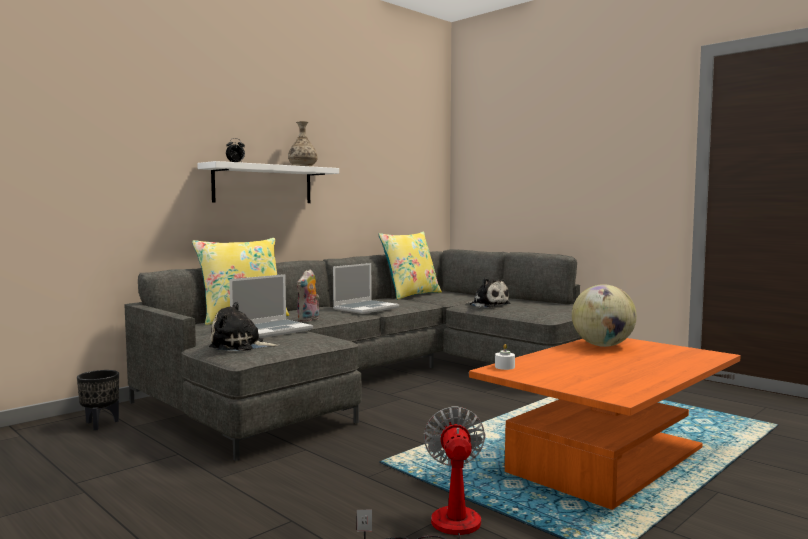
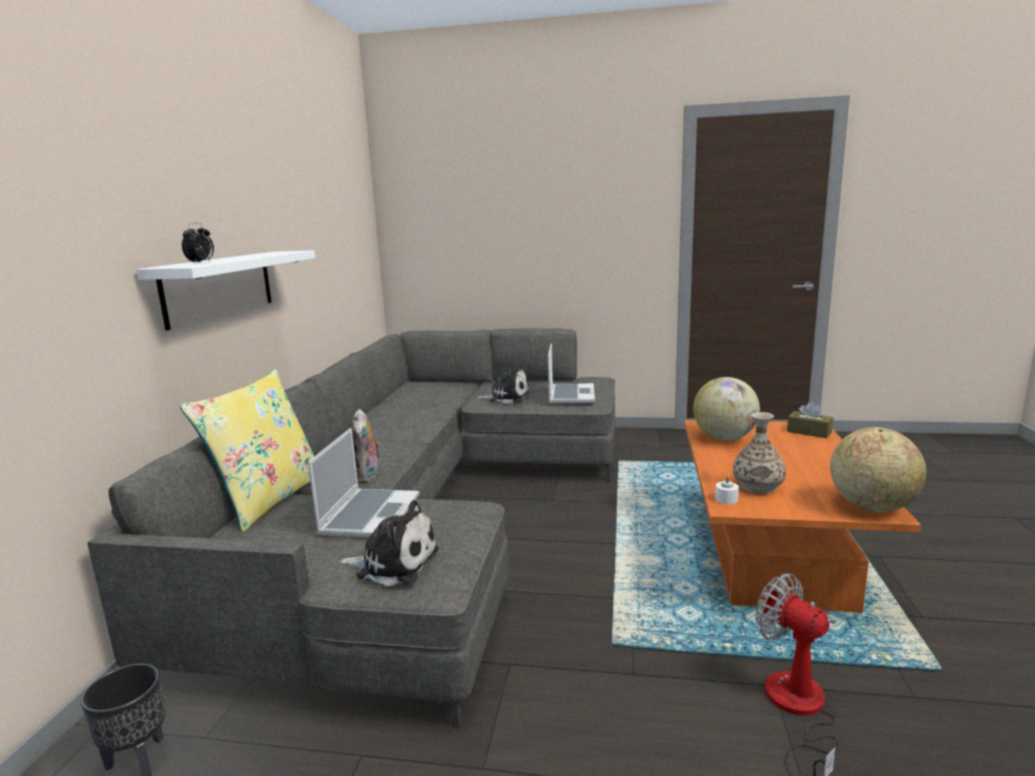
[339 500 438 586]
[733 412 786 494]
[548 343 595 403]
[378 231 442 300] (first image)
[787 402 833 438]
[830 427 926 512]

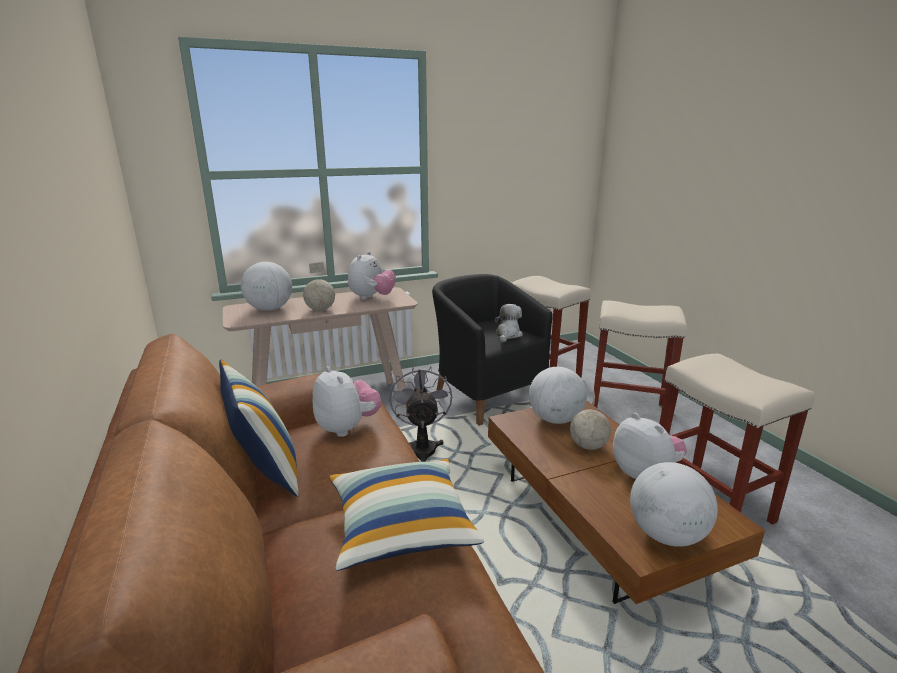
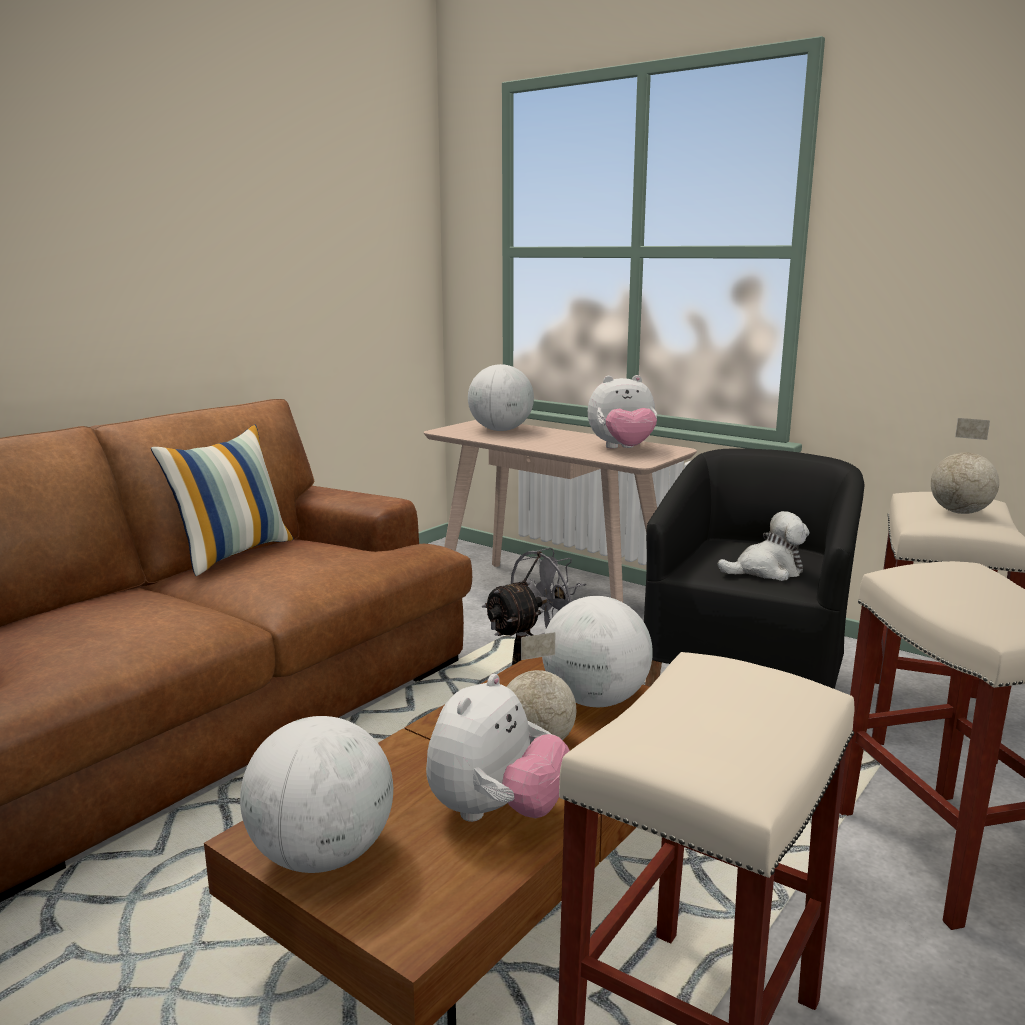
[931 418 999 514]
[313 366 381 437] (first image)
[329 458 484 571] (first image)

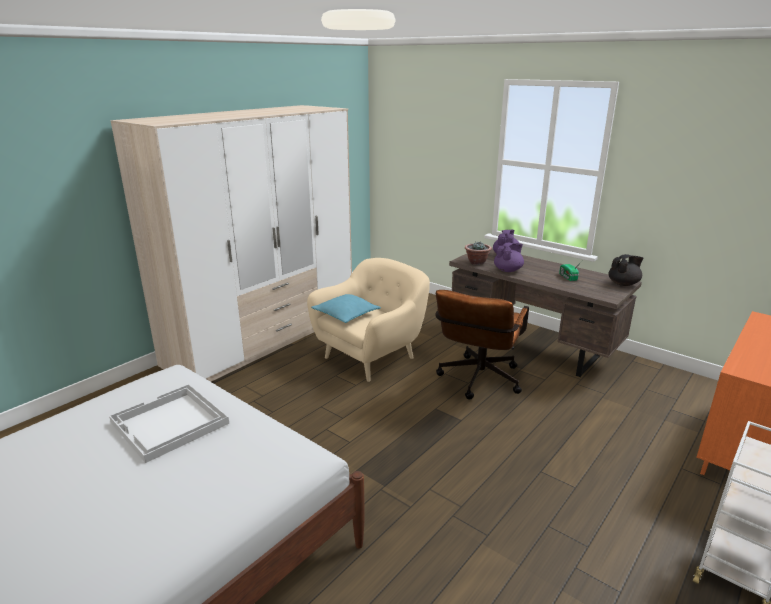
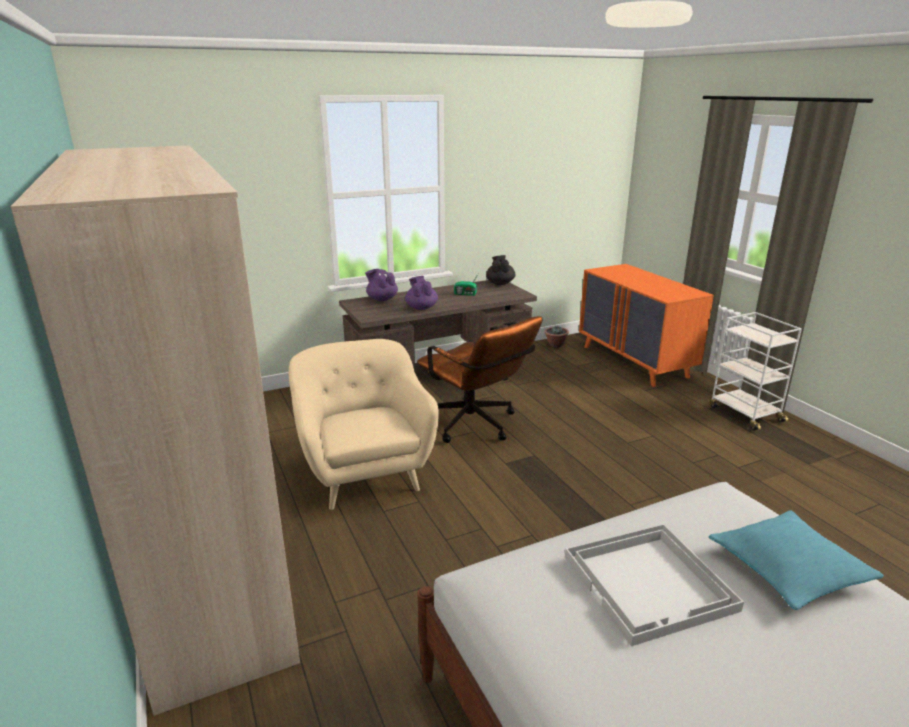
[709 510 884 610]
[544 326 569 348]

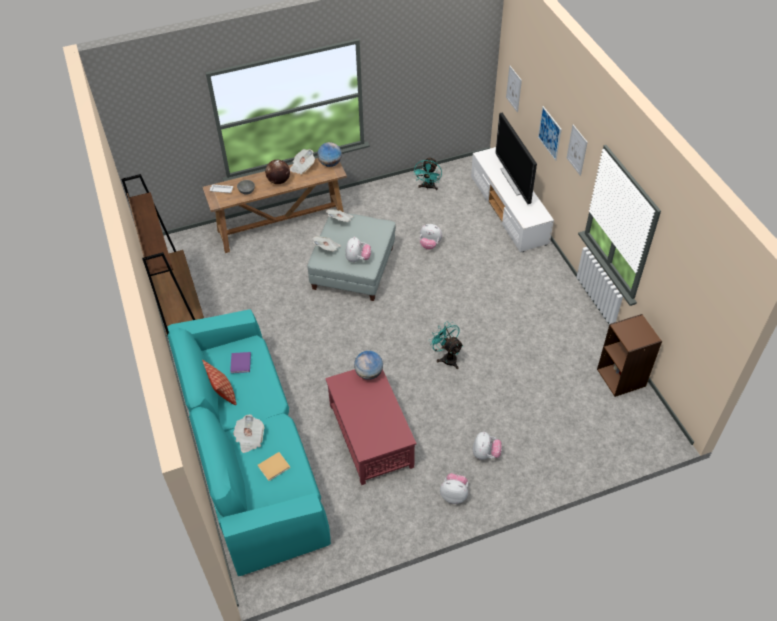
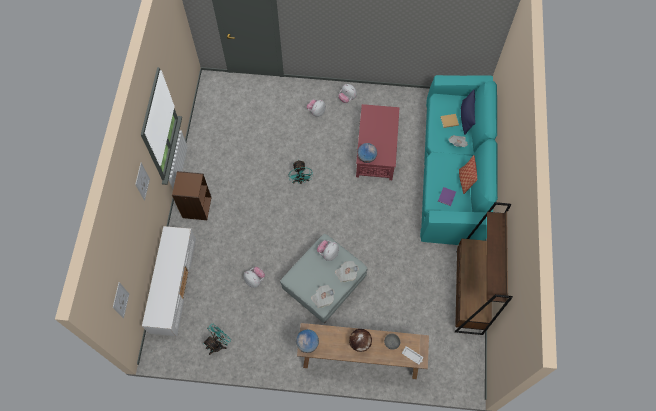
[290 149 315 175] (first image)
[496 113 537 205] (first image)
[538 106 562 161] (first image)
[172 171 212 220]
[461 89 475 134]

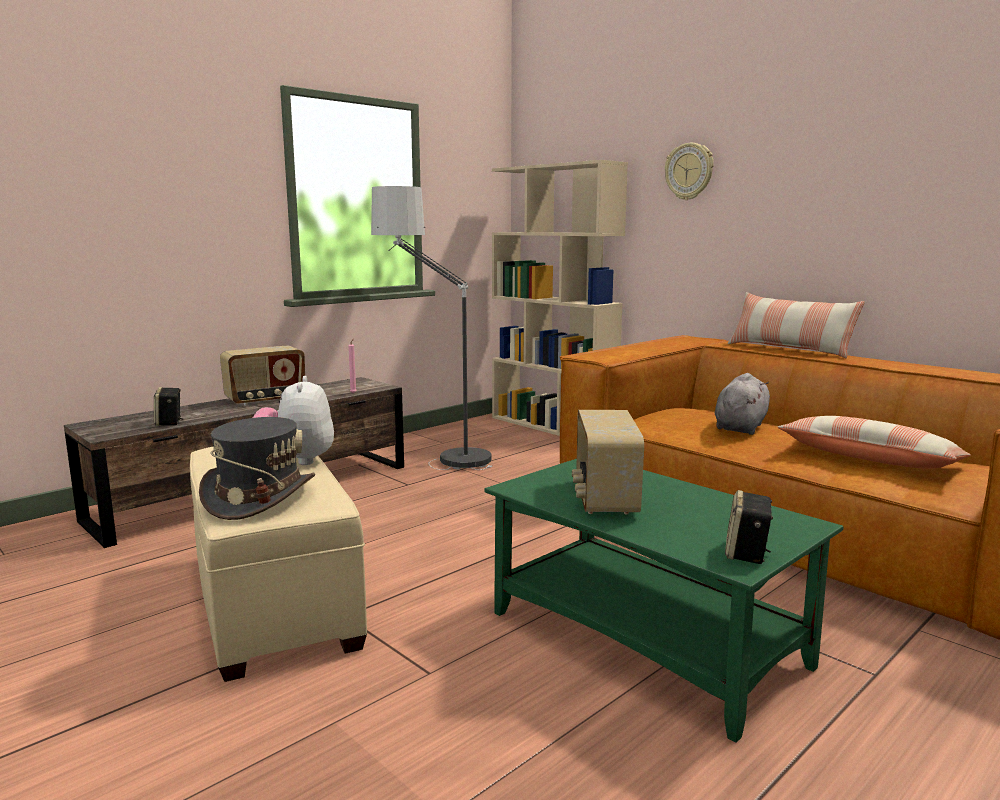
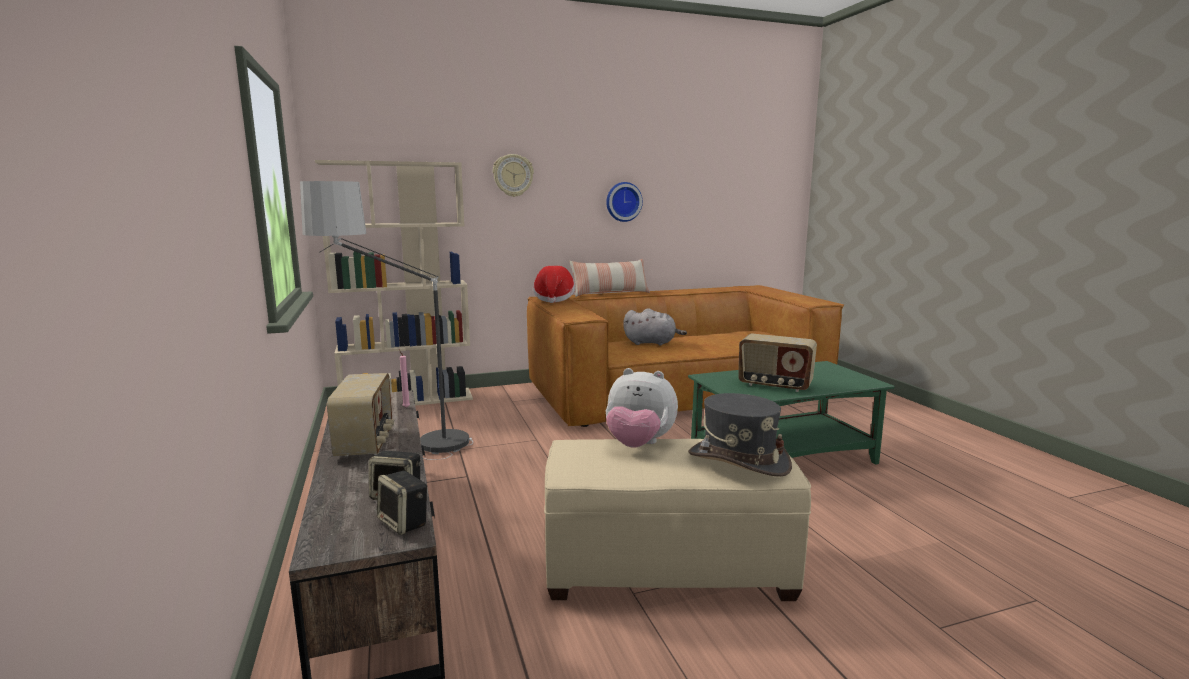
[623 308 687 346]
[377 471 427 535]
[777 416 971 469] (first image)
[533 266 575 303]
[606 182 643 222]

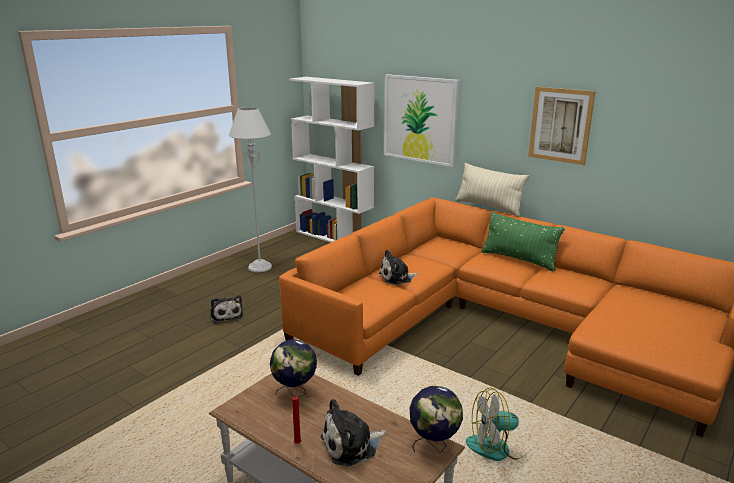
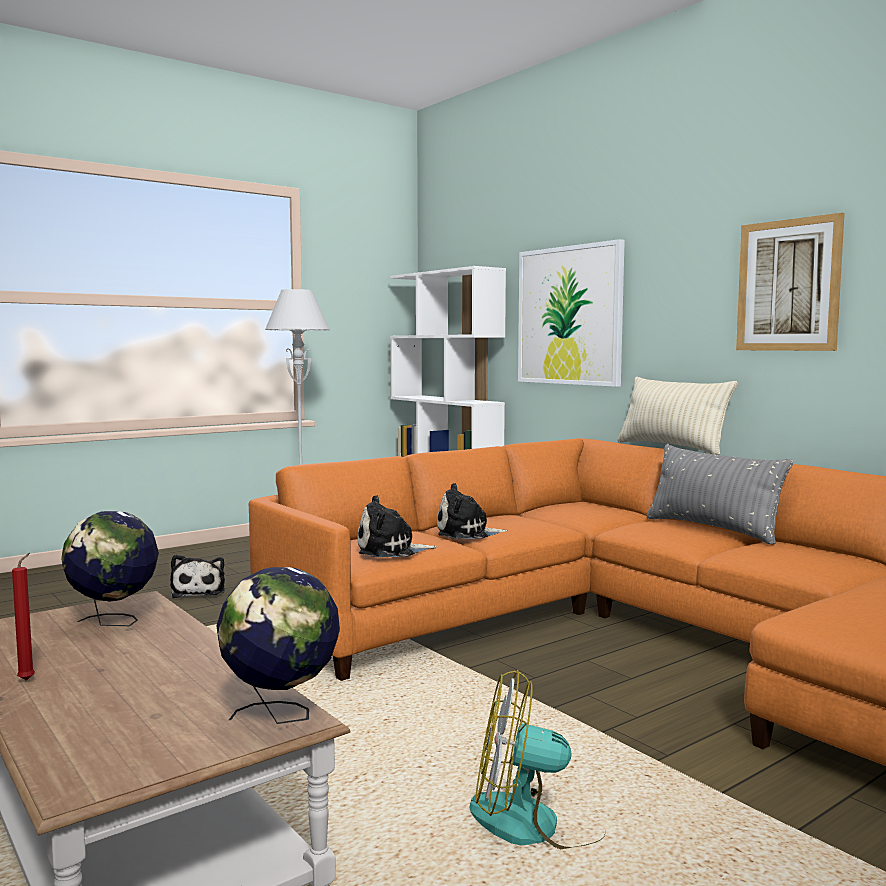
[358 495 437 557]
[647 444 793 545]

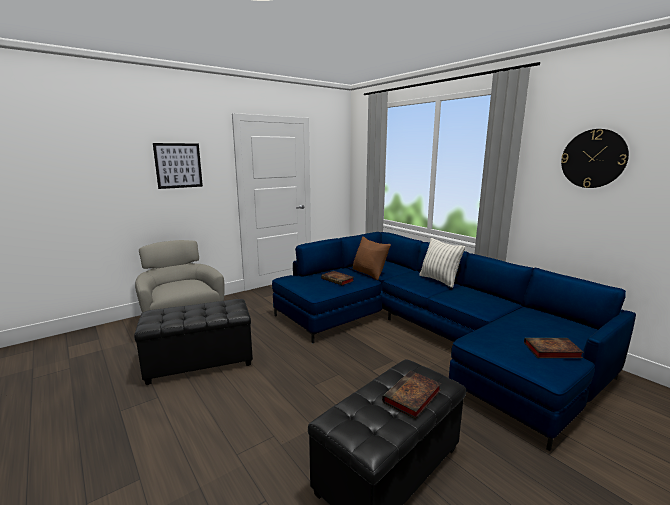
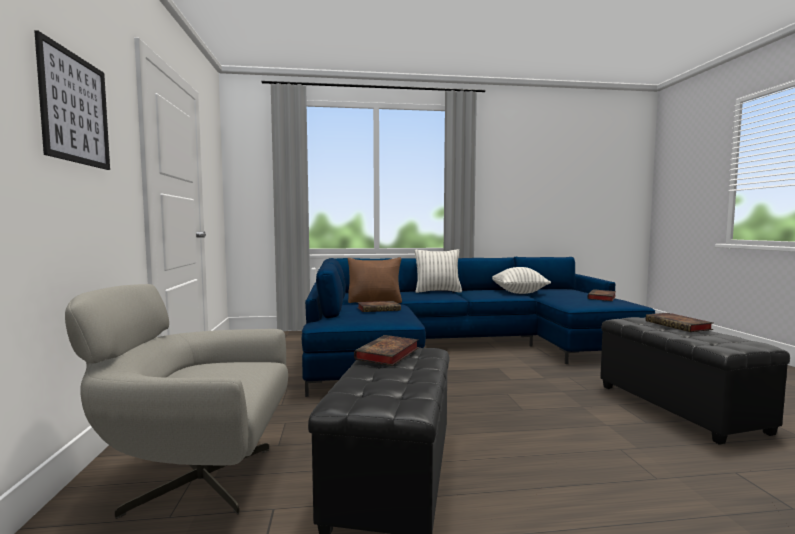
[561 129 629 188] (first image)
[354 335 419 366]
[492 267 551 294]

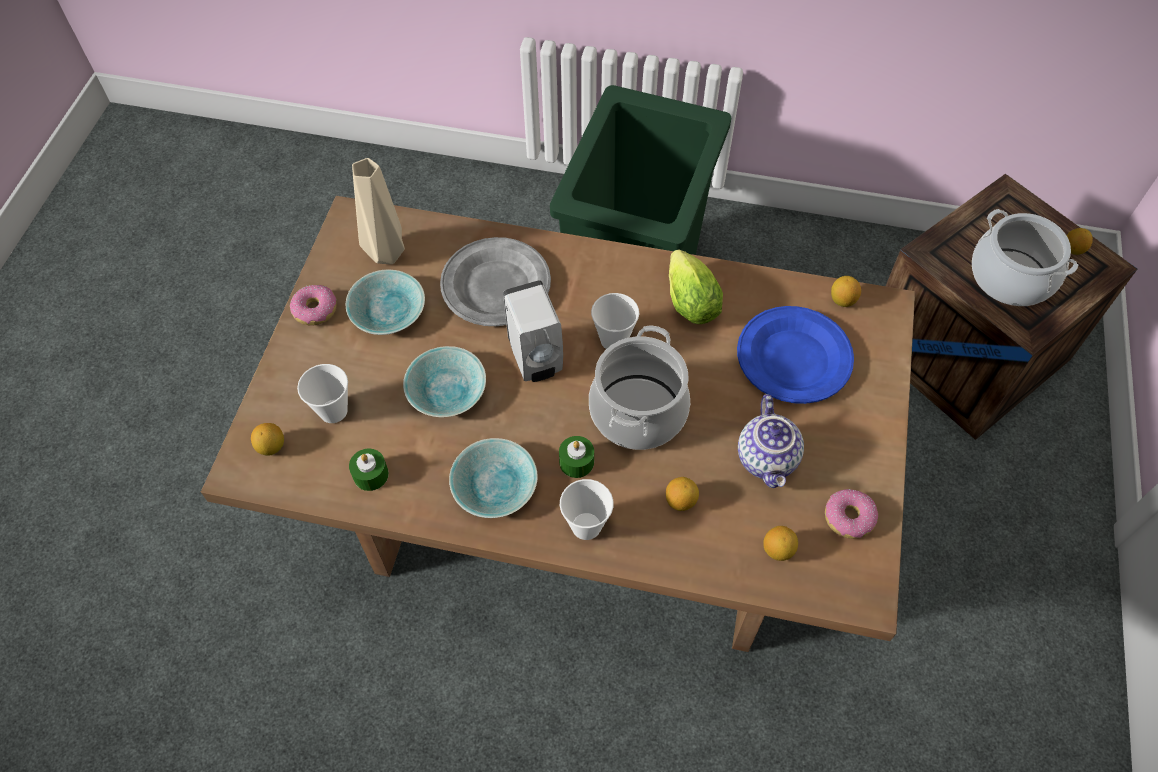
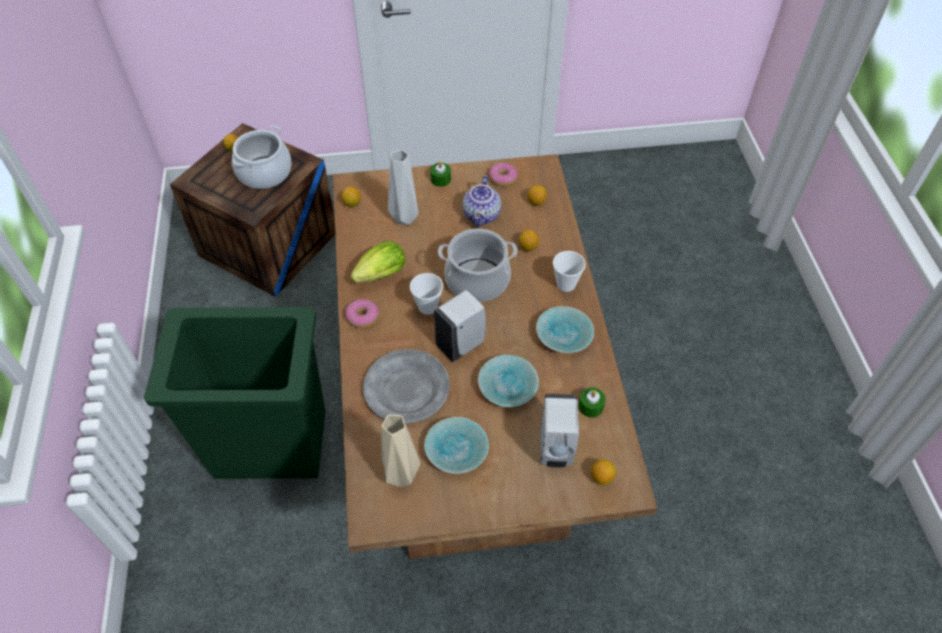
[345 299 379 328]
[540 394 579 467]
[430 161 451 187]
[388 149 419 225]
[462 175 501 227]

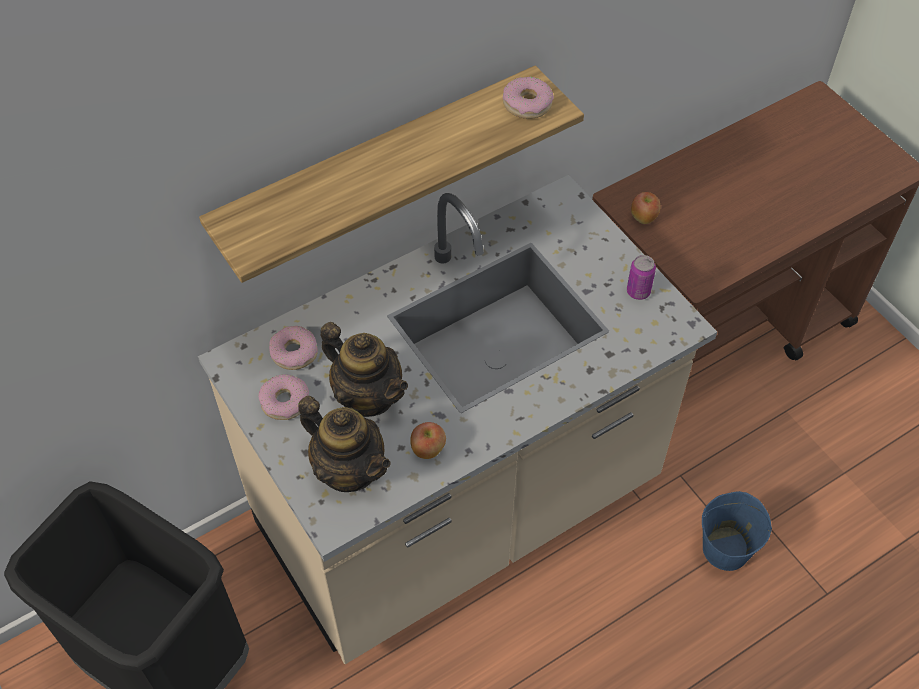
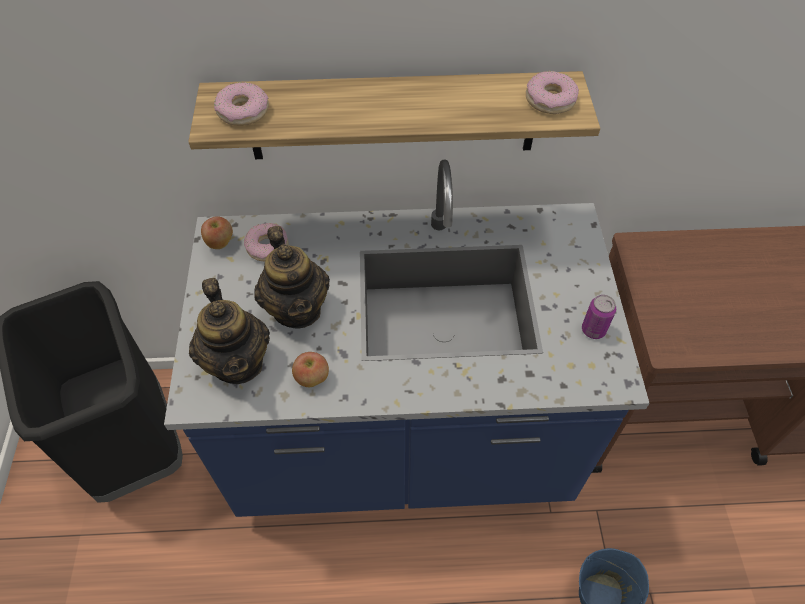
[164 160 650 517]
[214 82 269 126]
[201 216 233 249]

